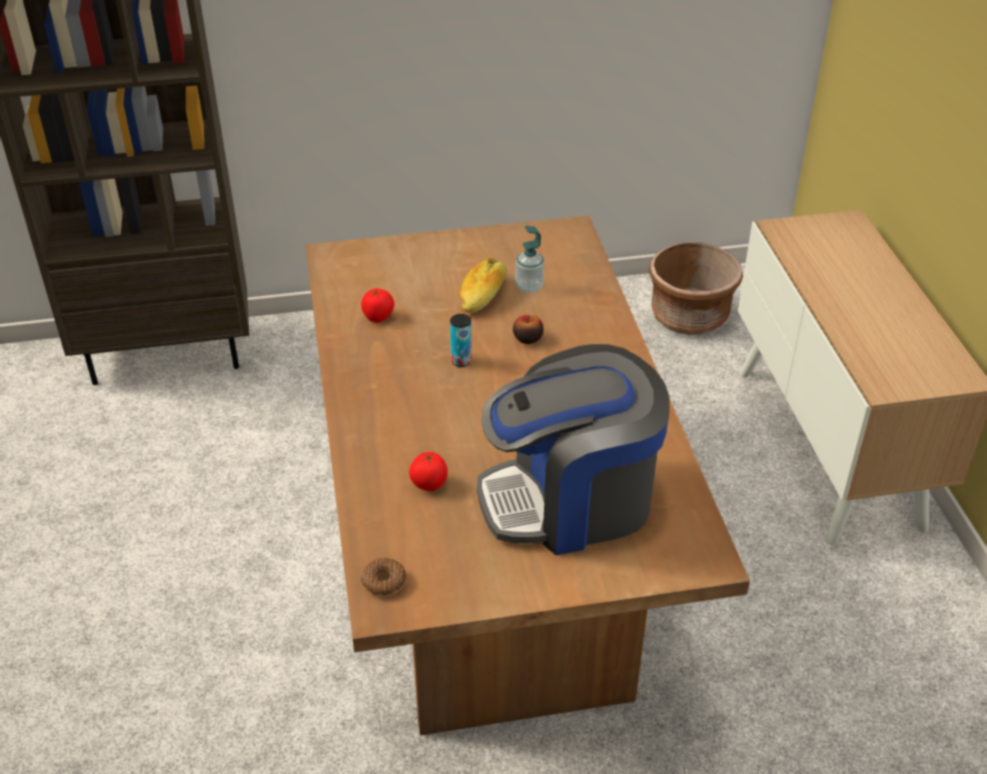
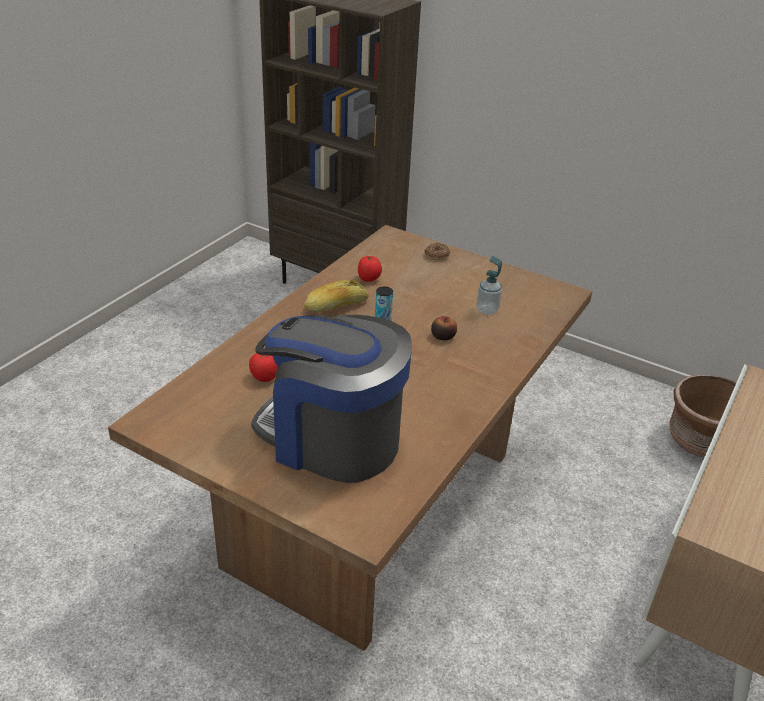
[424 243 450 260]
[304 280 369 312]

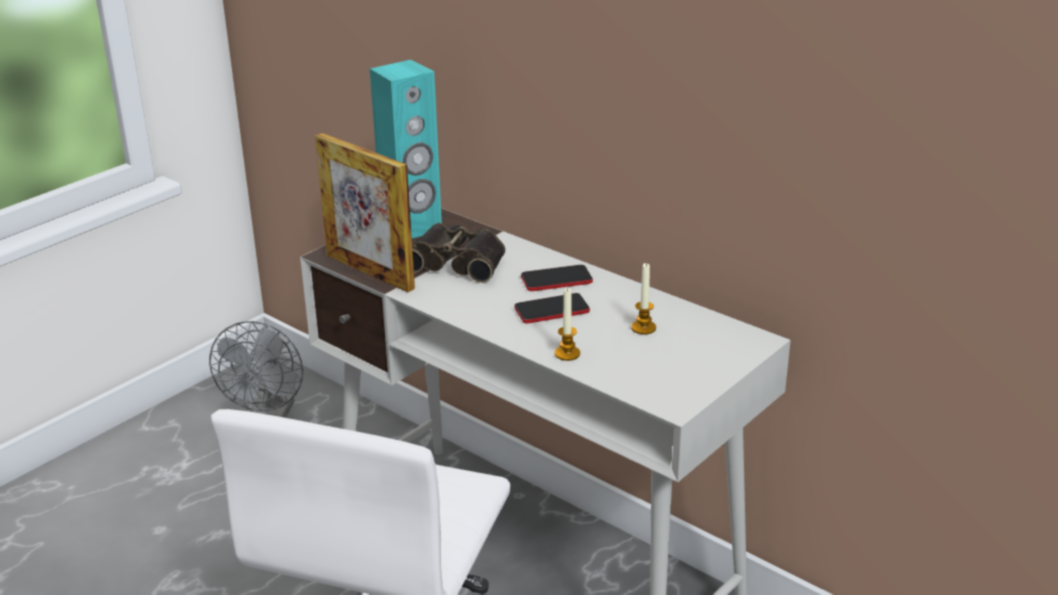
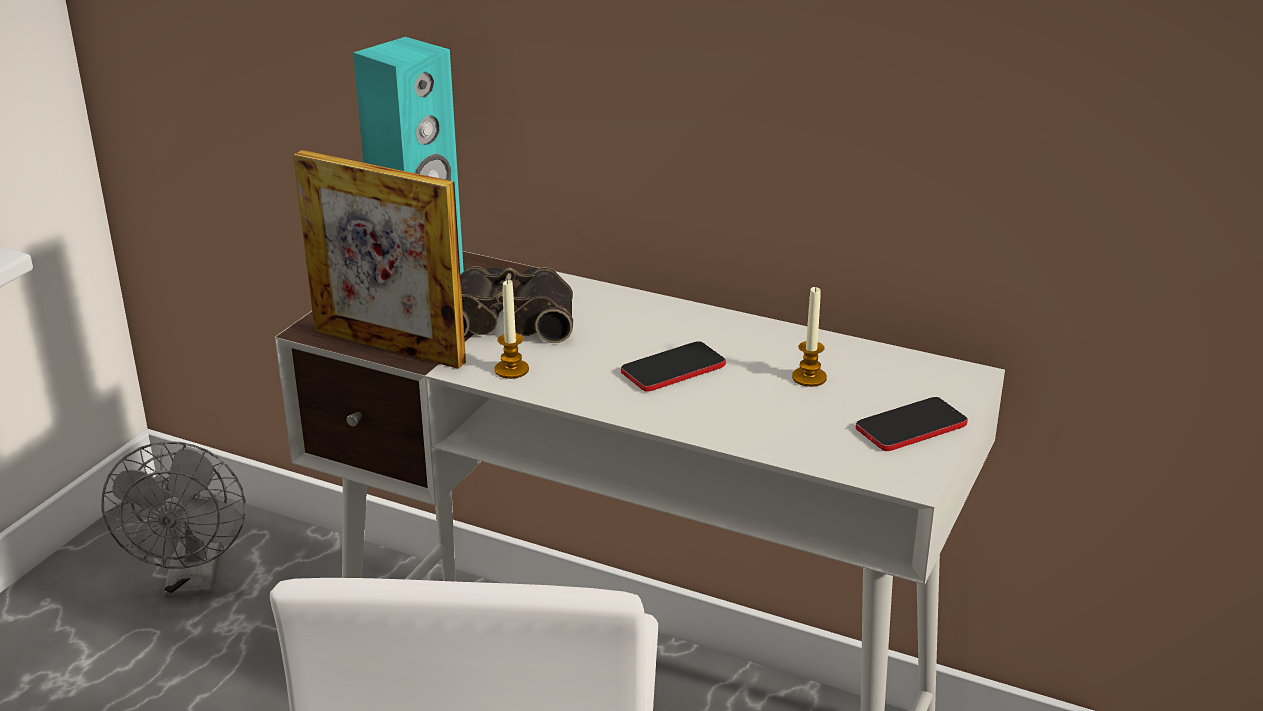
[856 397 968 451]
[494 279 529 379]

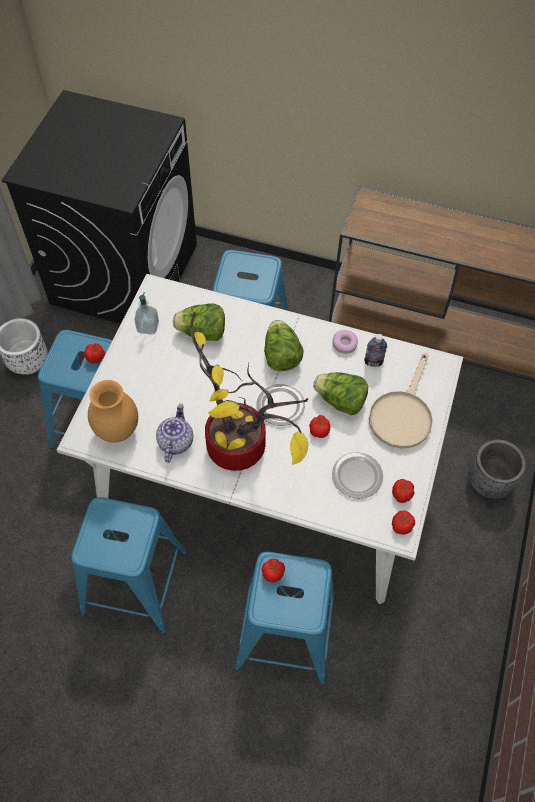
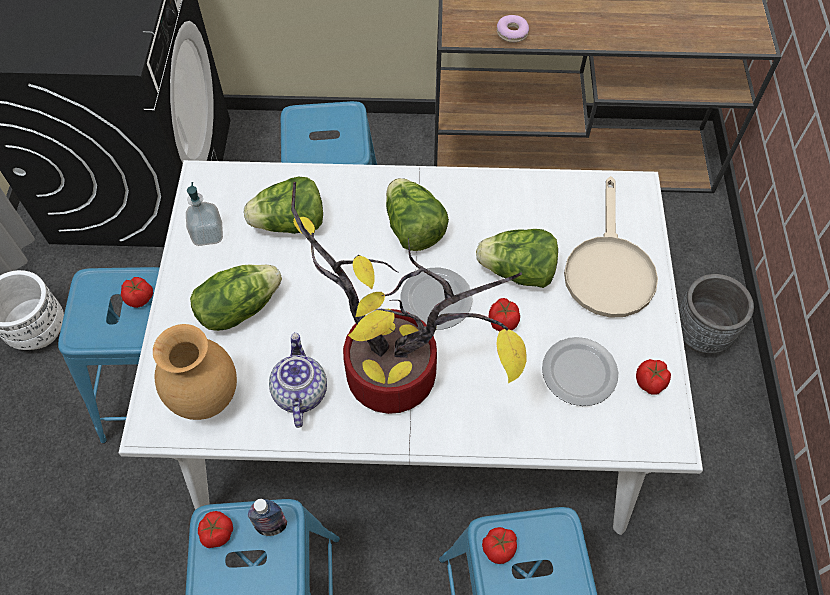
[497 15 529 43]
[248 499 287 536]
[198 511 233 548]
[190 264 282 331]

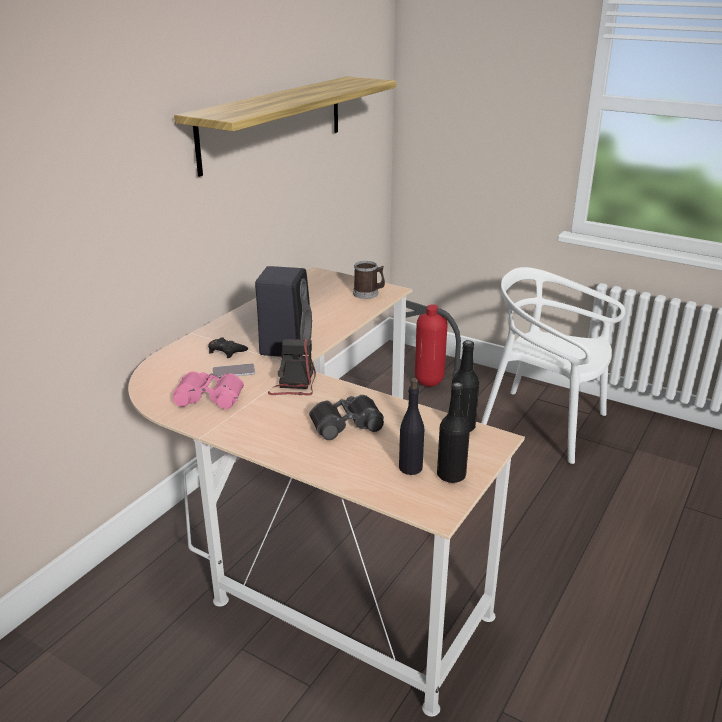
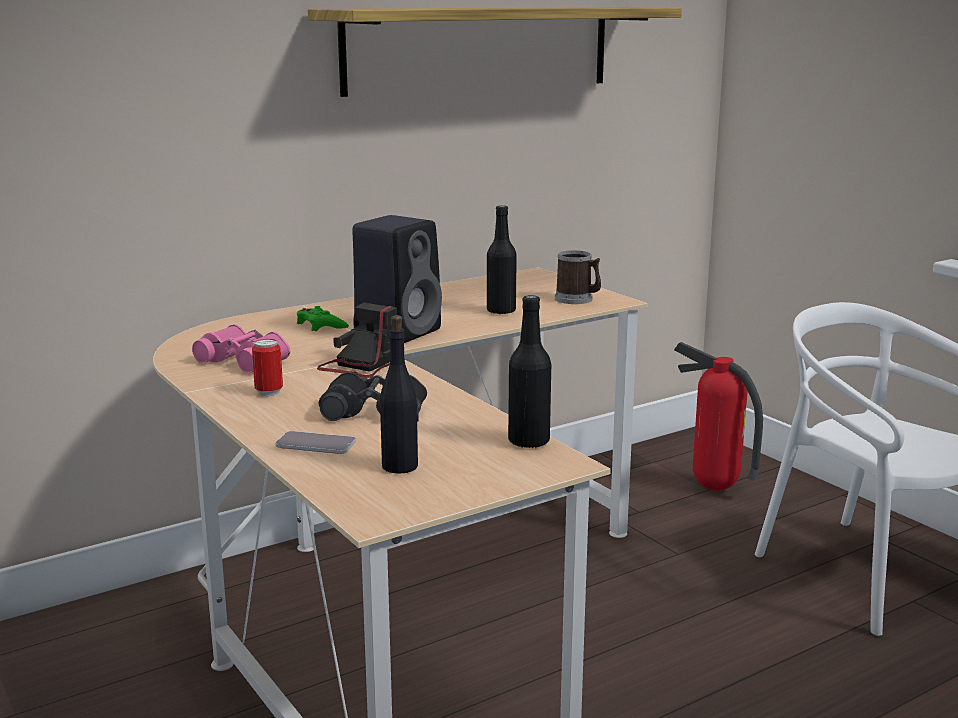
[297 306 349 331]
[276 431 356 454]
[487 205 517 314]
[252 339 283 396]

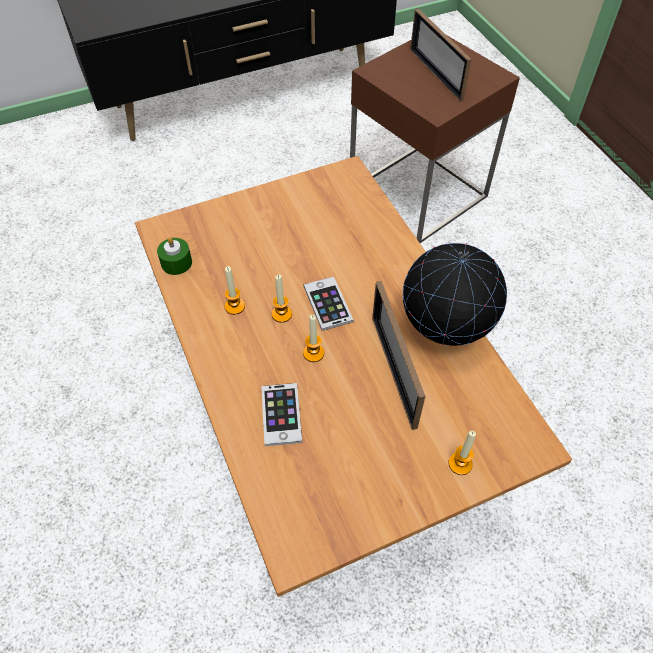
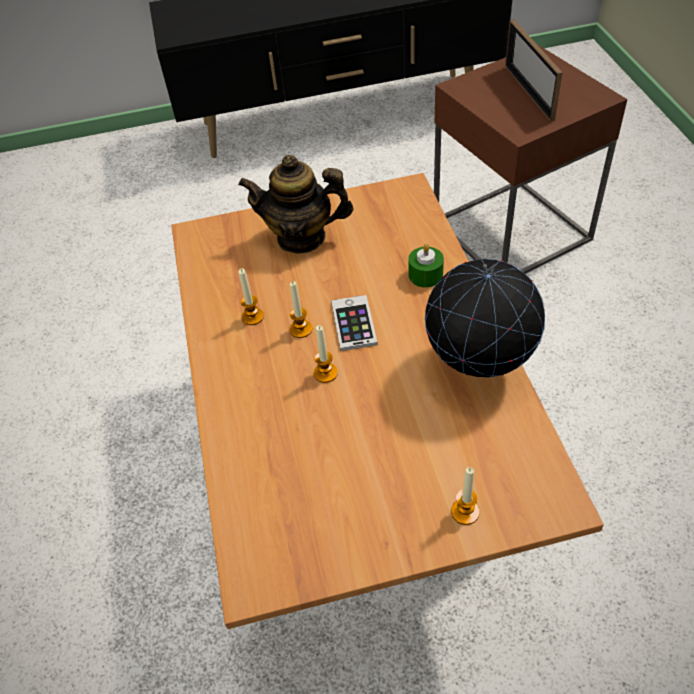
[408 244 444 287]
[261 383 302 446] (first image)
[372 281 425 430] (first image)
[238 155 354 254]

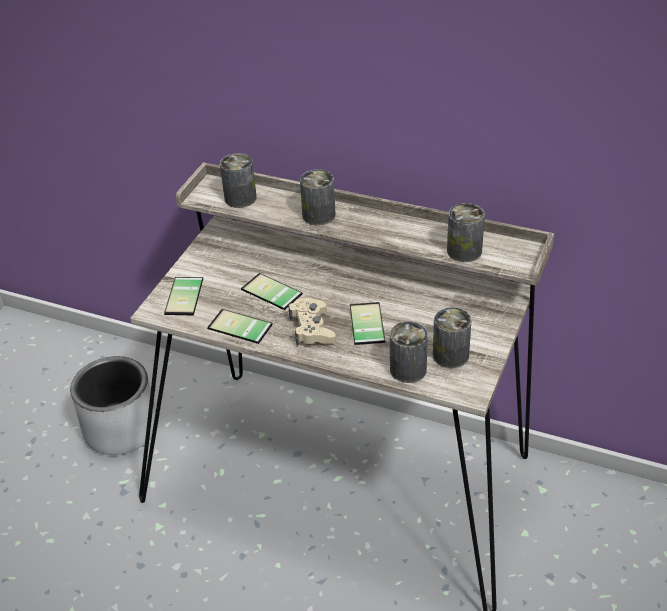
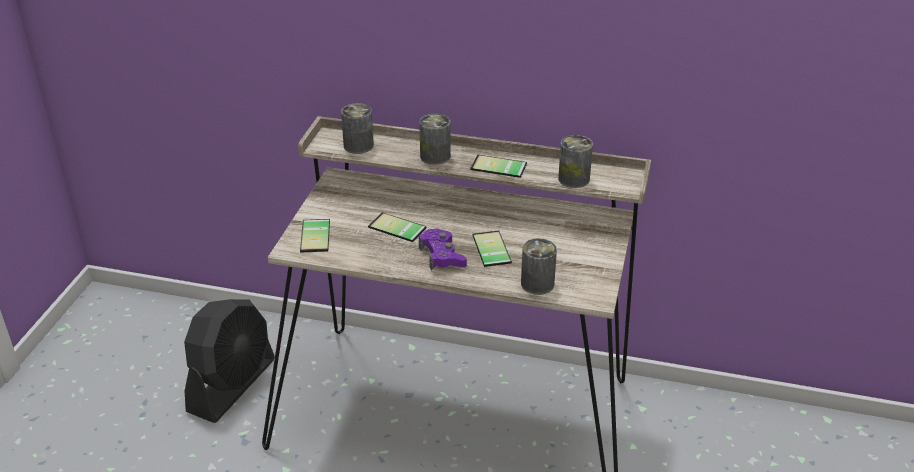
[184 299 275 423]
[470 155 527 178]
[419 229 467 271]
[433 307 472 368] (first image)

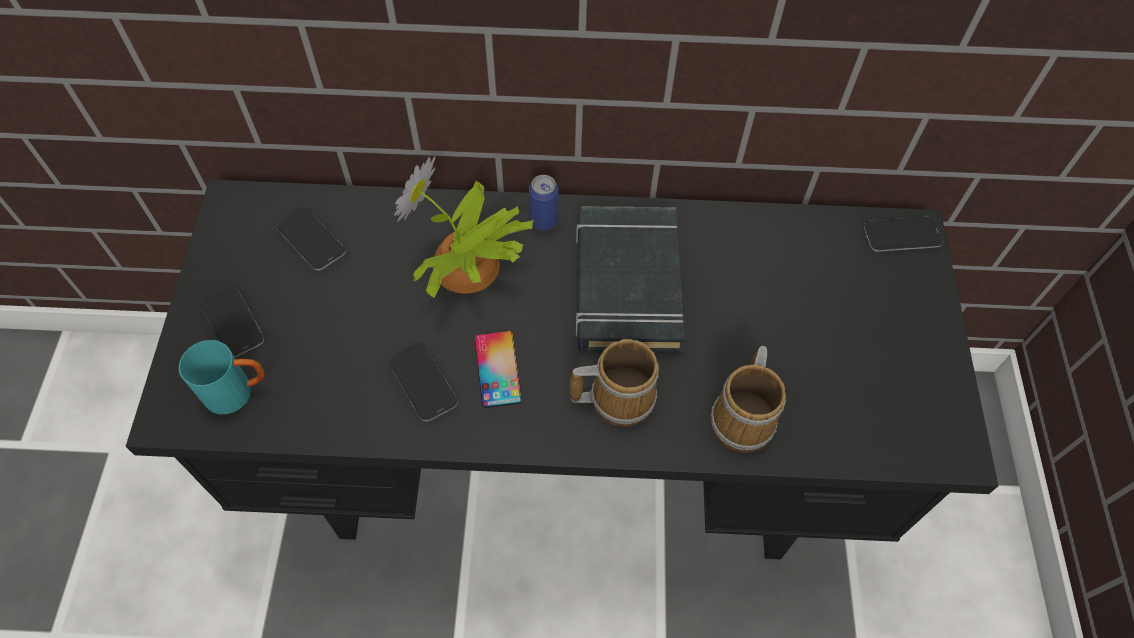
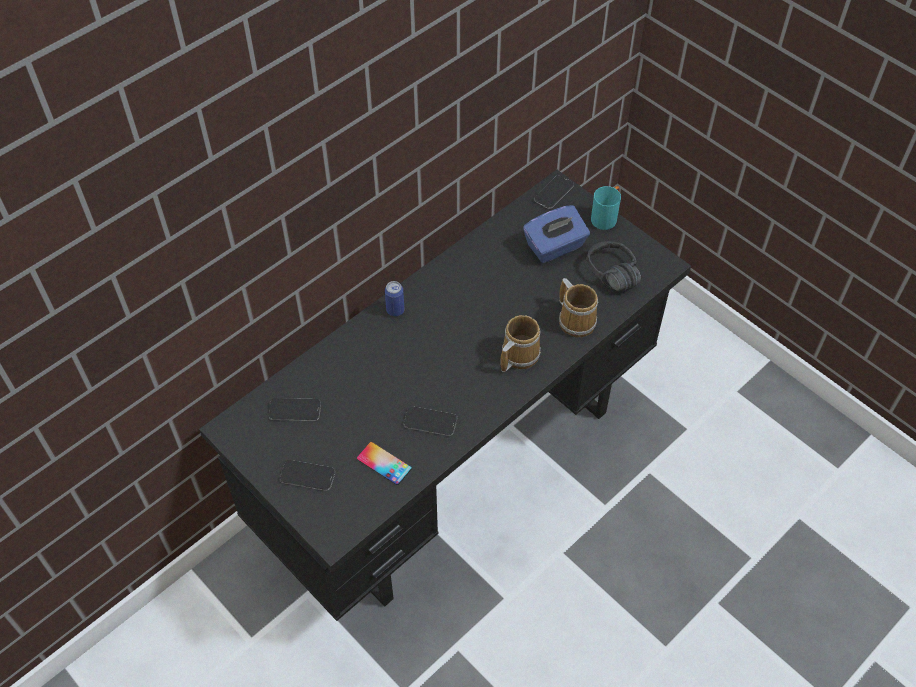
[591 186 621 230]
[394 156 535 298] (first image)
[357 442 412 485]
[576 206 685 354] (first image)
[523 205 590 263]
[587 241 641 291]

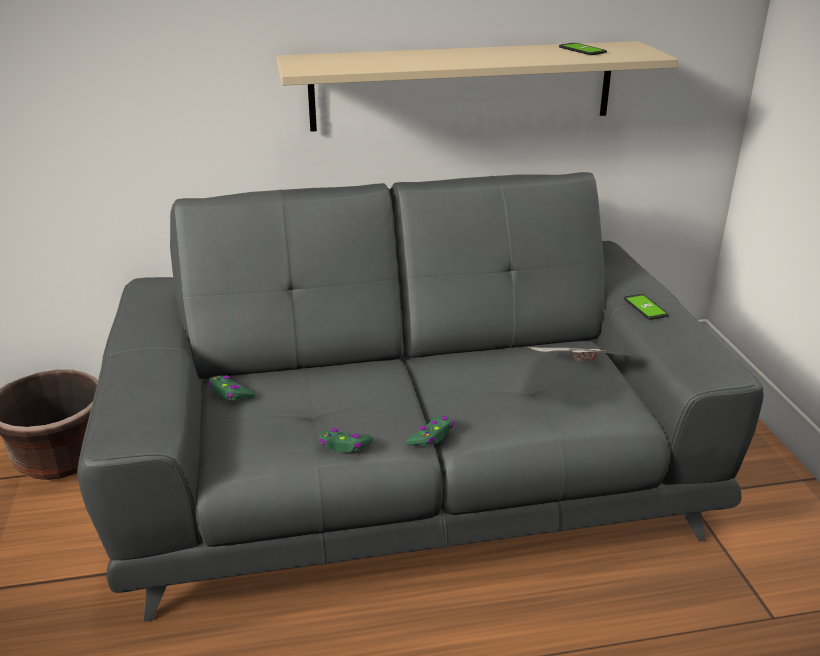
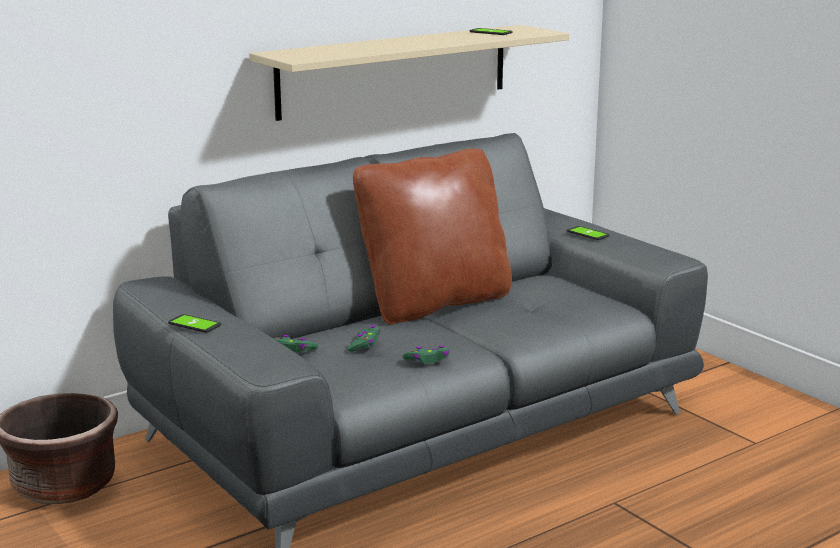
[348 325 380 352]
[528 347 634 362] (first image)
[168 314 221 333]
[353 149 512 325]

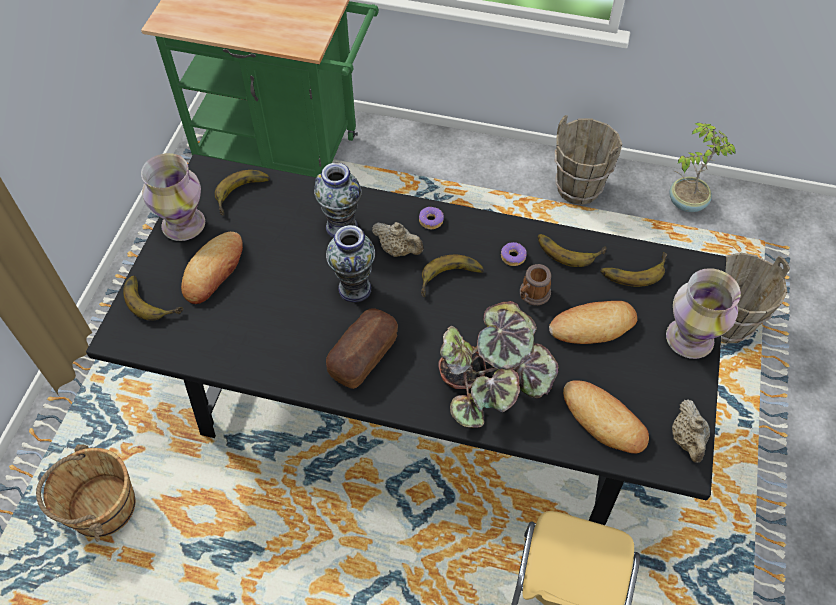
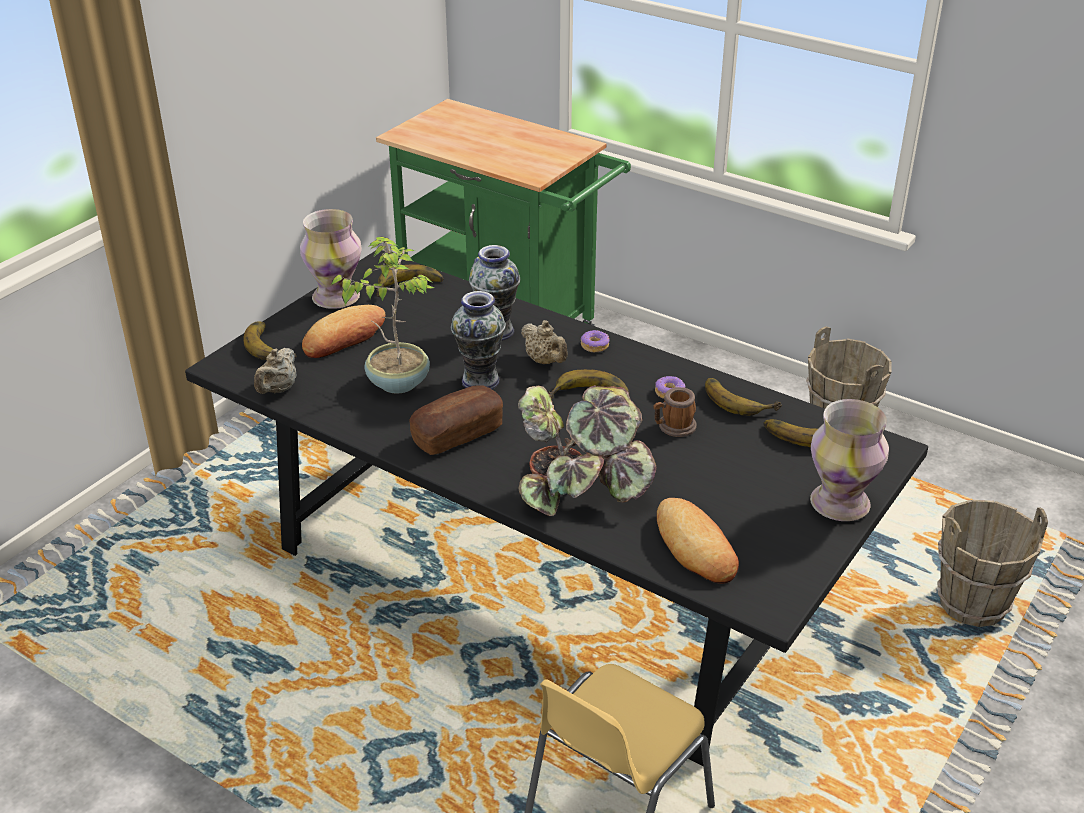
[36 444 135 542] (first image)
[549 301 637 344] (first image)
[331 237 434 393]
[254 348 296 394]

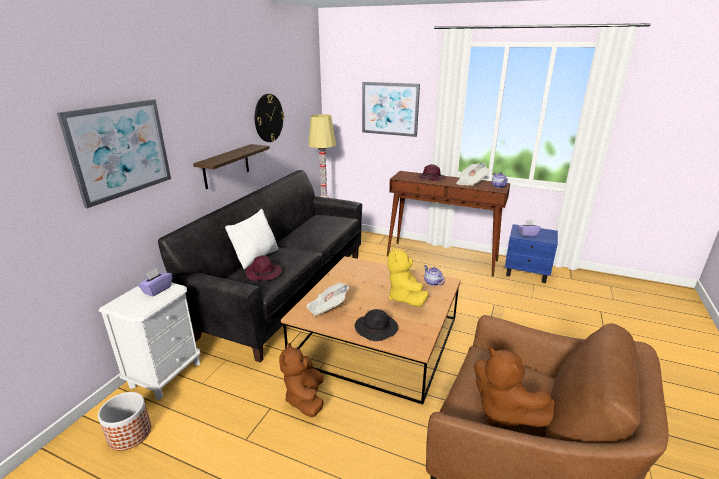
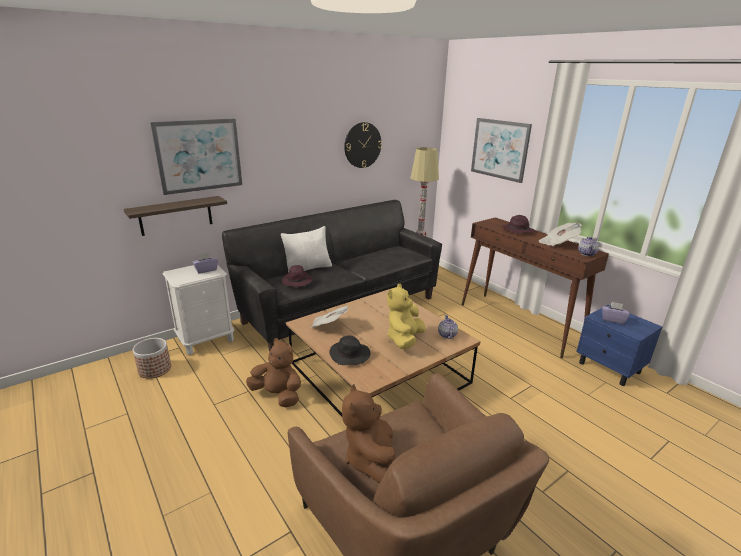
[124 196 227 236]
[246 338 301 407]

